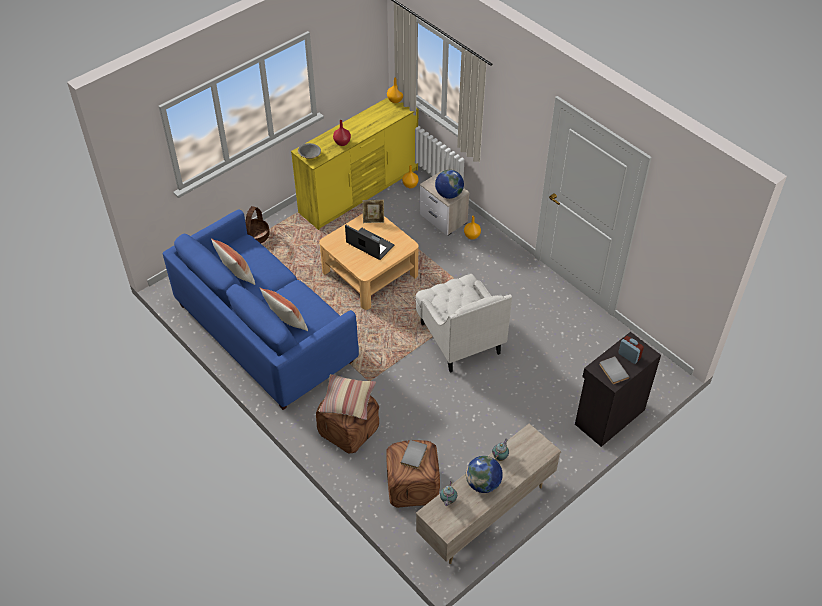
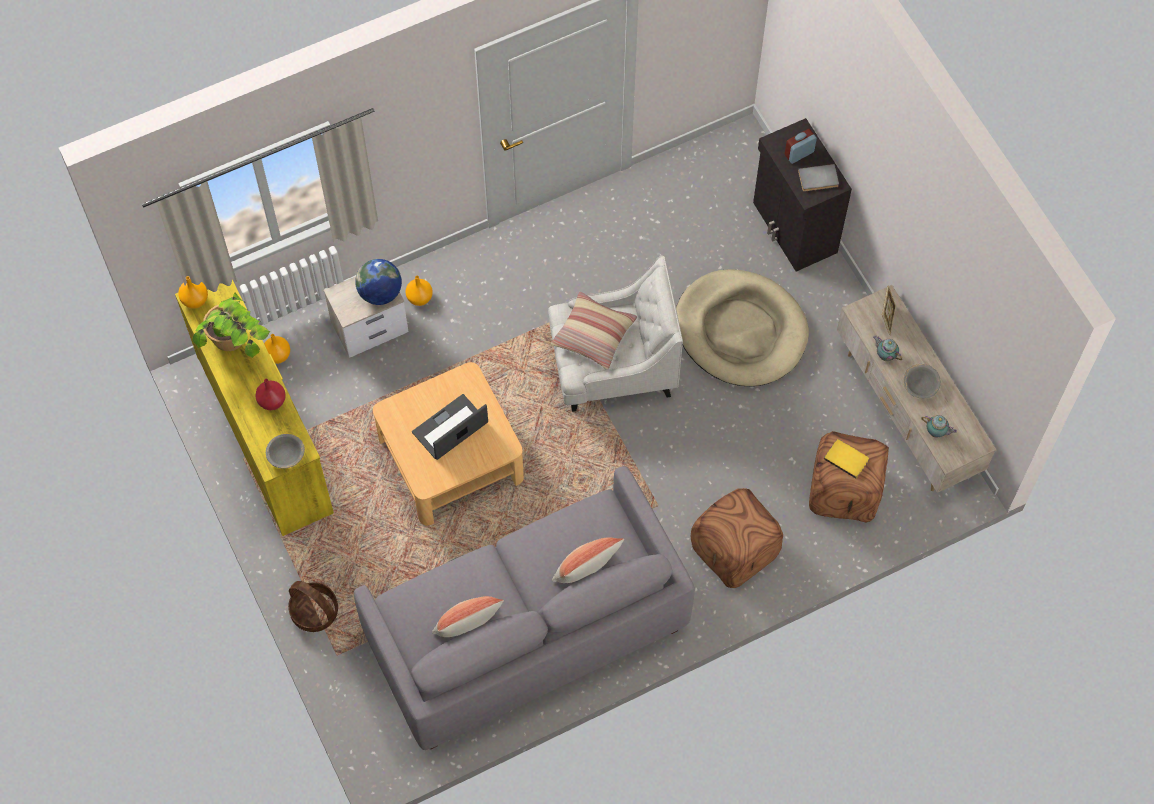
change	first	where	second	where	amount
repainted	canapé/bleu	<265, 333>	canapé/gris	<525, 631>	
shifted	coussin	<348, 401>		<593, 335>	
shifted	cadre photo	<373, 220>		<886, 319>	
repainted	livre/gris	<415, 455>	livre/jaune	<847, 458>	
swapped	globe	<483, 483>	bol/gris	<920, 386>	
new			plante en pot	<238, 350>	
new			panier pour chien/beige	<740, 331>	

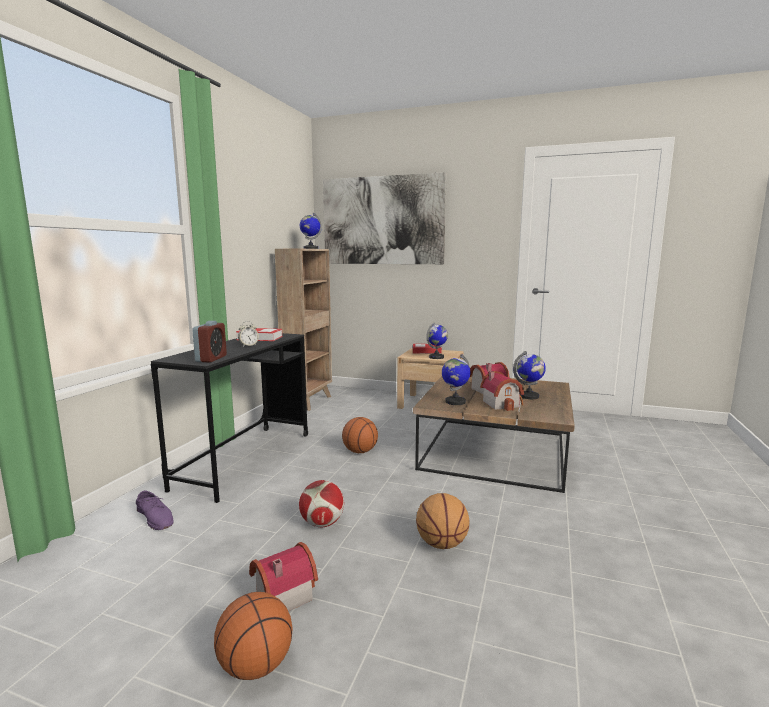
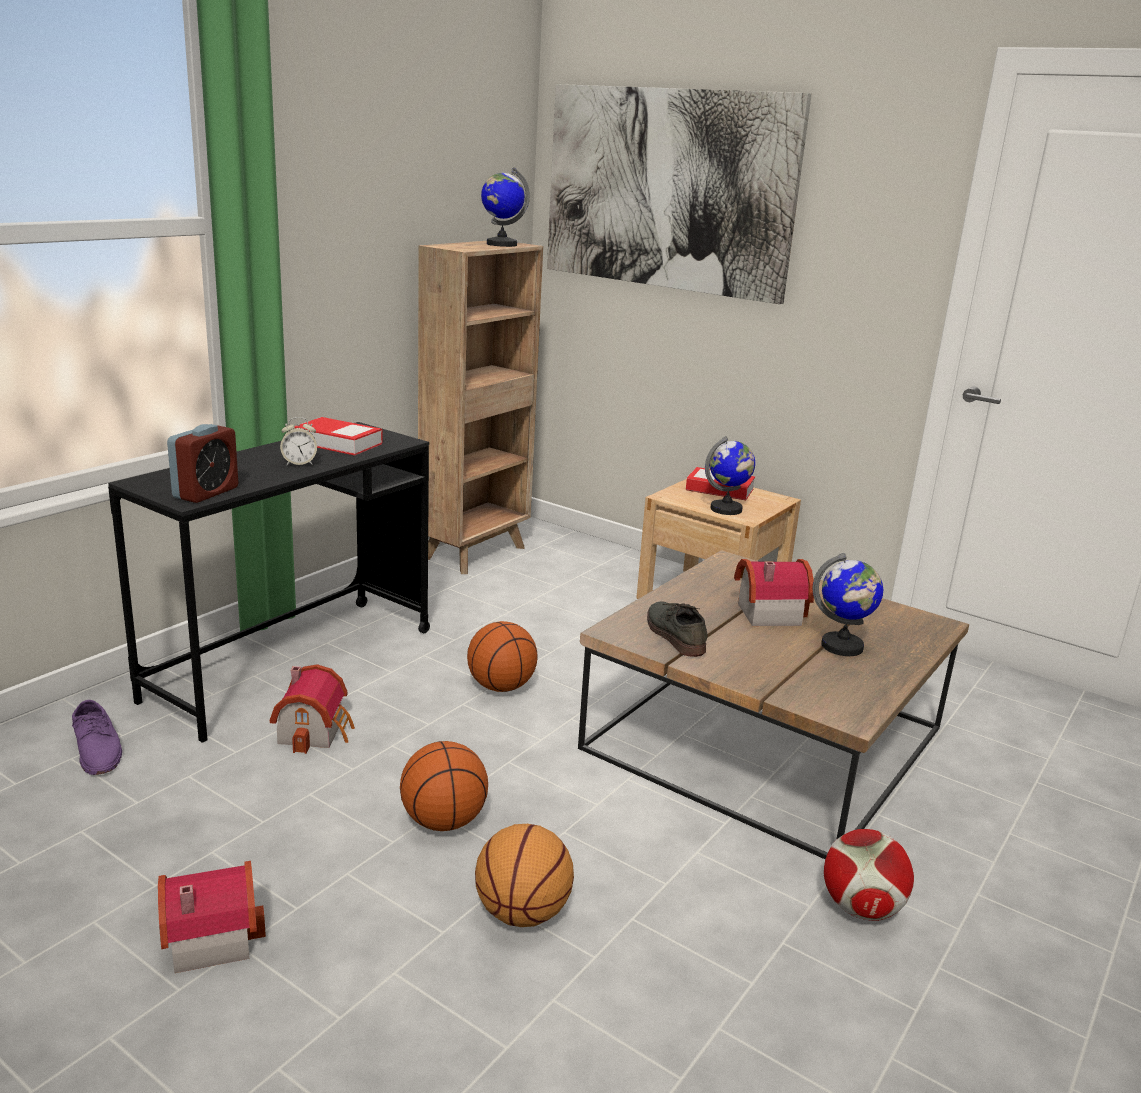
change	first	where	second	where	amount
shifted	ballon de basket	<255, 665>		<443, 821>	
shifted	ballon de foot	<322, 523>		<861, 908>	
swapped	globe	<455, 402>	chaussure/gris	<673, 634>	
shifted	maison miniature	<502, 403>		<315, 731>	

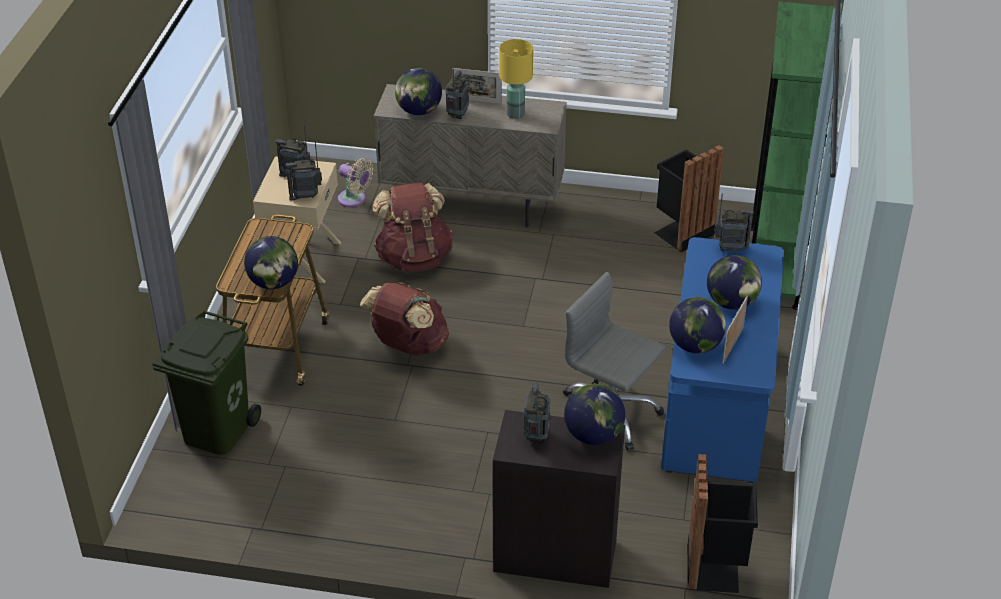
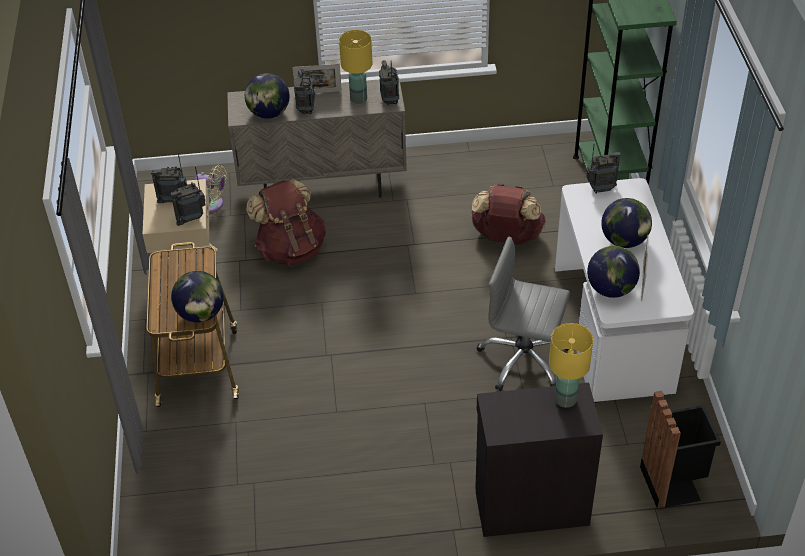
change	first	where	second	where	amount
gone	poubelle/vert	<215, 430>			
shifted	sac à dos/marron	<408, 345>		<506, 237>	
shifted	radio	<536, 436>		<390, 101>	
swapped	globe	<593, 435>	lampe de table/jaune	<566, 400>	
gone	poubelle/noir	<682, 232>			
repainted	bureau/bleu	<718, 407>	bureau/blanc	<613, 330>	

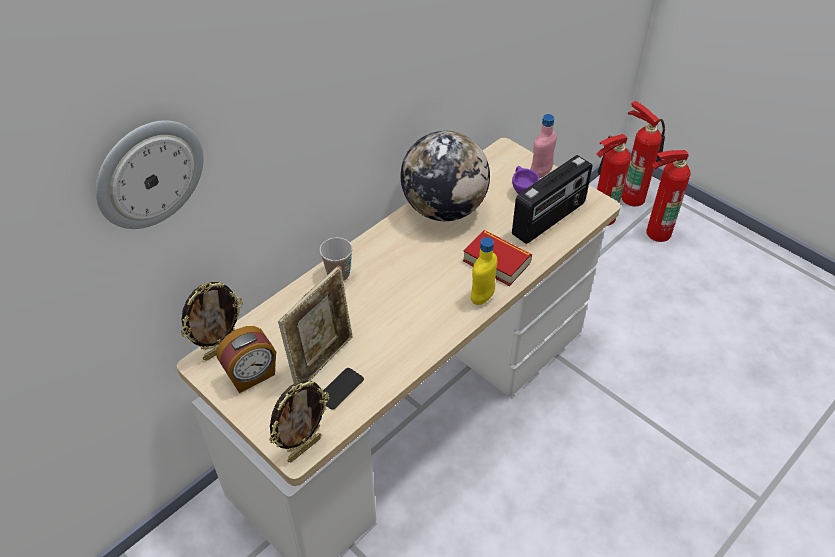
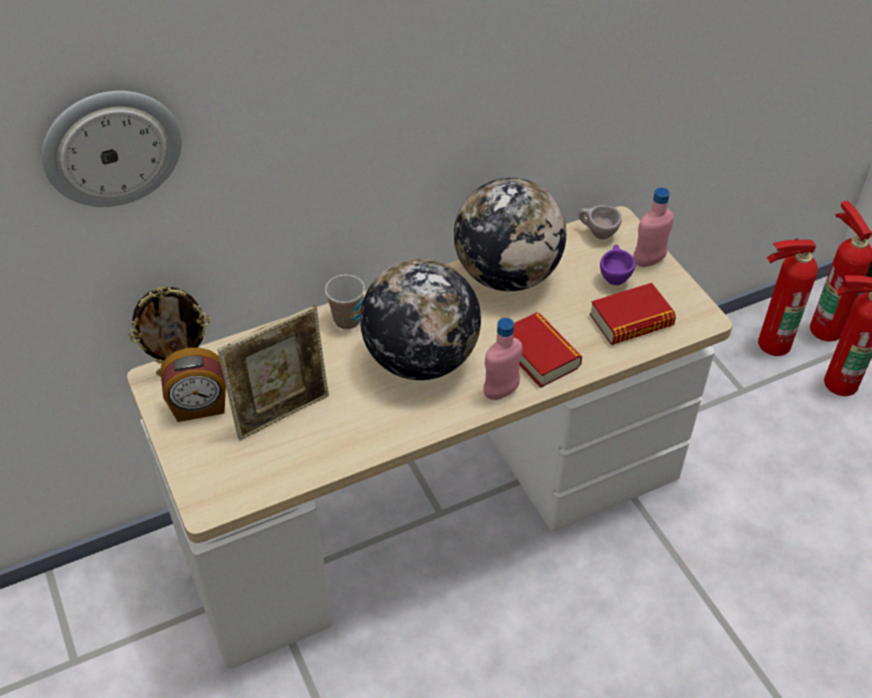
change	first	where	second	where	amount
gone	cadre photo	<304, 448>			
gone	téléphone	<340, 389>			
repainted	bouteille/jaune	<482, 297>	bouteille/rose	<501, 392>	
swapped	radio	<549, 219>	livre	<631, 320>	
new			globe	<420, 359>	
new			tasse/beige	<597, 234>	

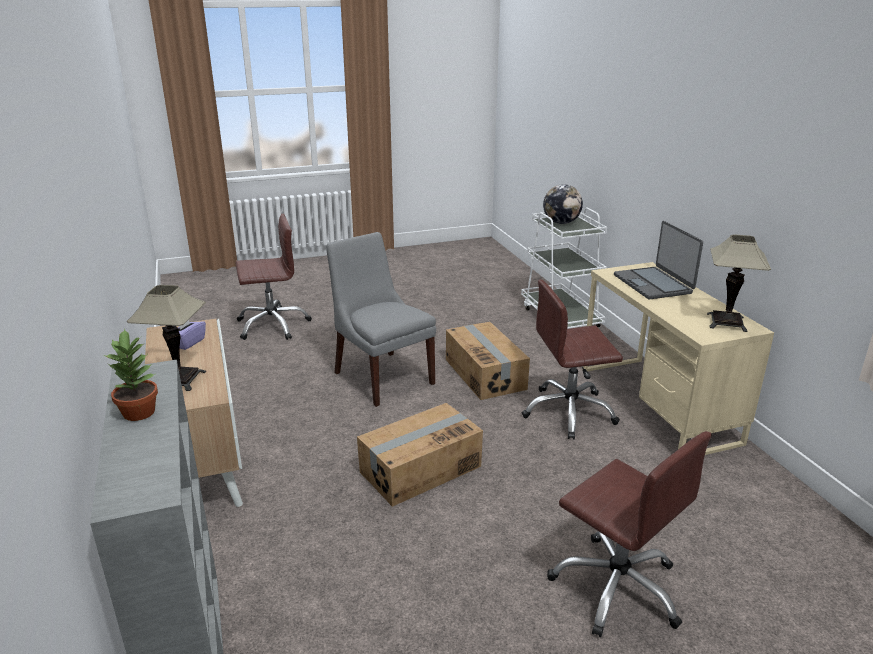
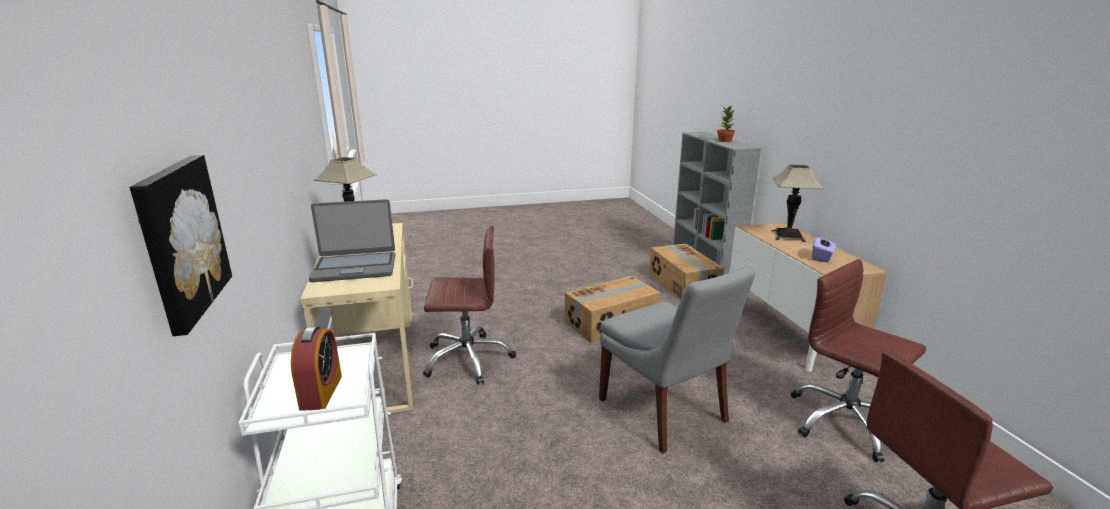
change	first	where	second	where	amount
shifted	carton	<485, 374>		<682, 284>	
swapped	globe	<561, 223>	réveil	<321, 392>	
shifted	chaise de bureau/marron	<617, 587>		<844, 422>	
rotated	ordinateur portable	<653, 284>		<355, 267>	90 degrees clockwise
new			tableau	<180, 239>	

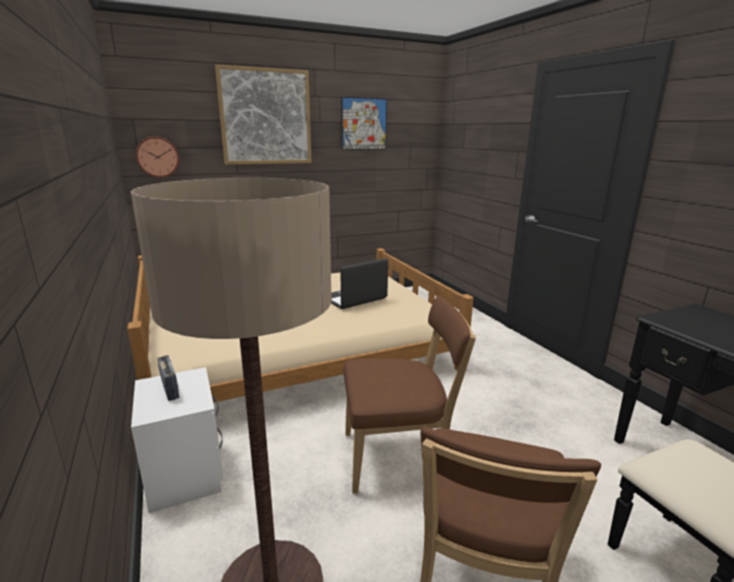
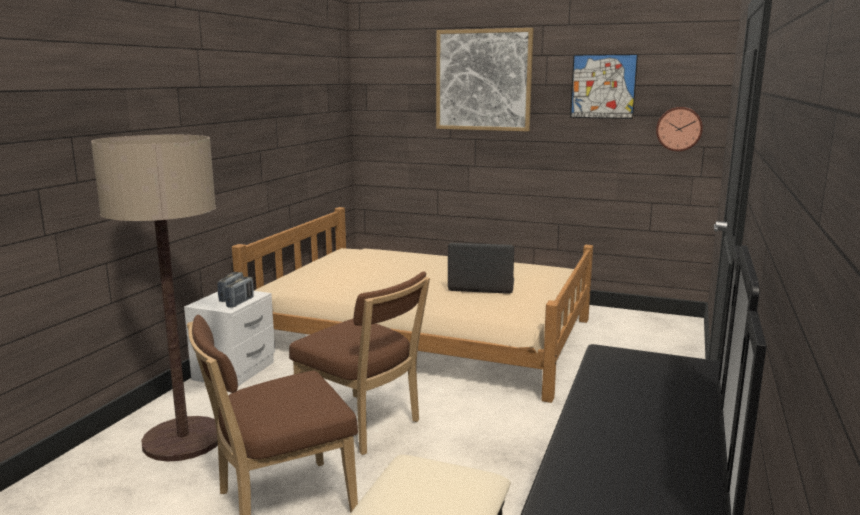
change	first	where	second	where	amount
shifted	horloge murale	<157, 157>		<679, 129>	
new			radio	<240, 302>	

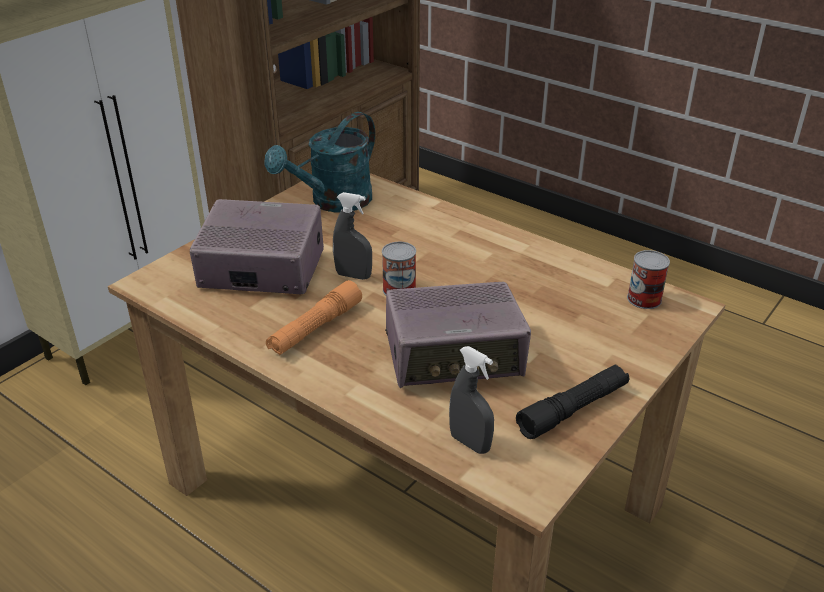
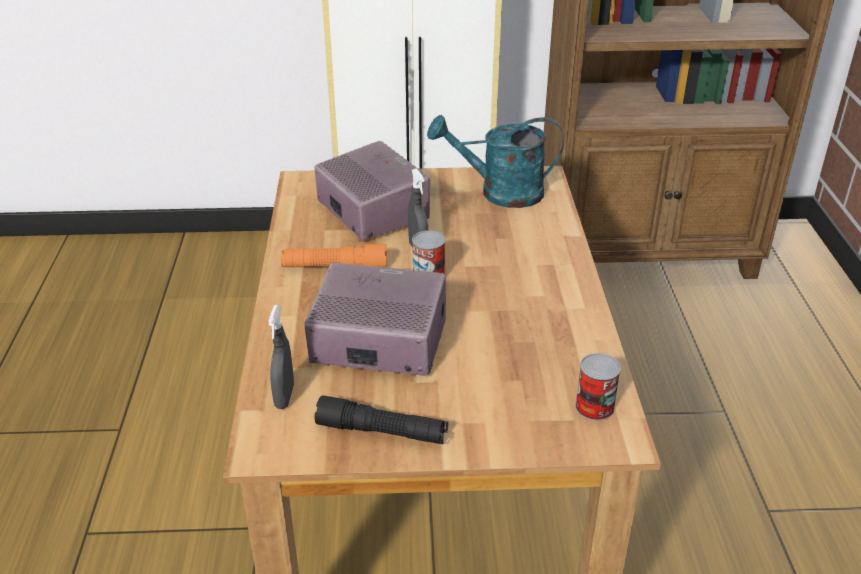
change	first	where	second	where	amount
rotated	radio	<455, 356>		<378, 342>	150 degrees clockwise

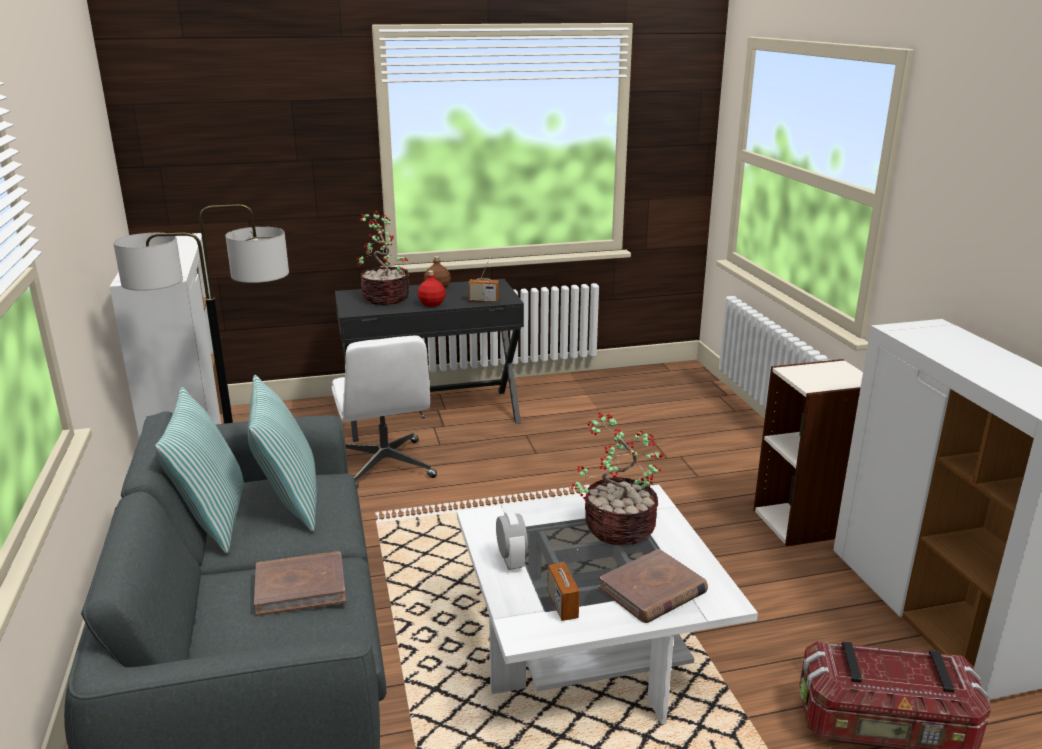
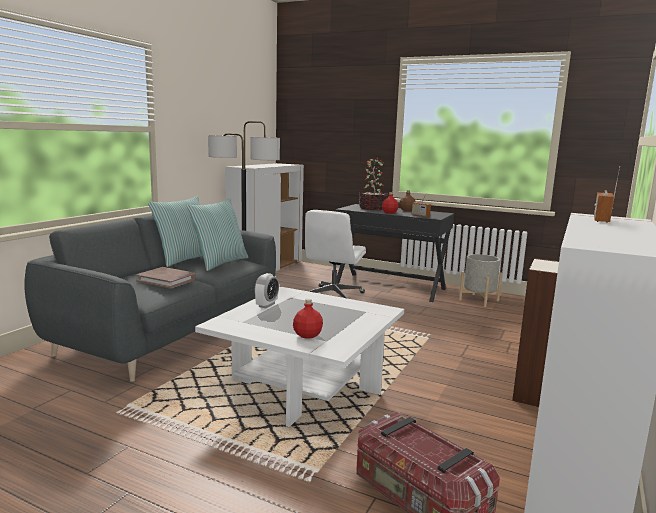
change	first	where	second	where	amount
shifted	radio	<562, 605>		<601, 220>	
gone	plante en pot	<617, 528>			
swapped	livre/marron	<653, 590>	bouteille/rouge	<307, 335>	
new			cache-pot/gris	<479, 300>	

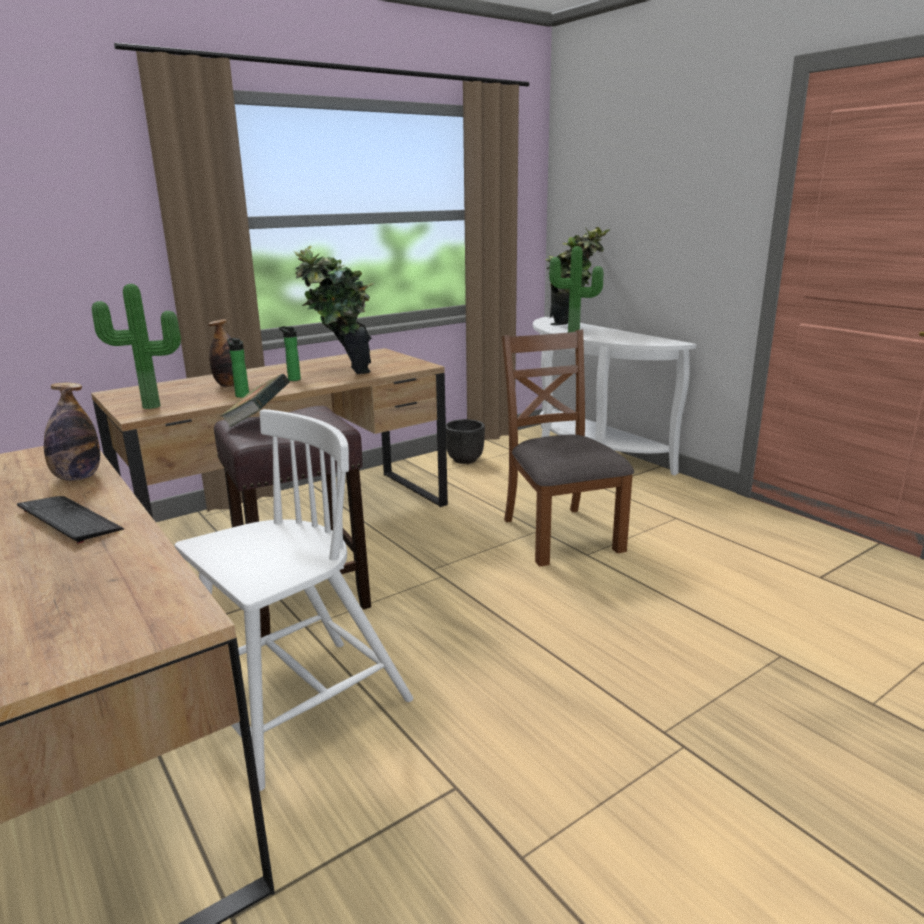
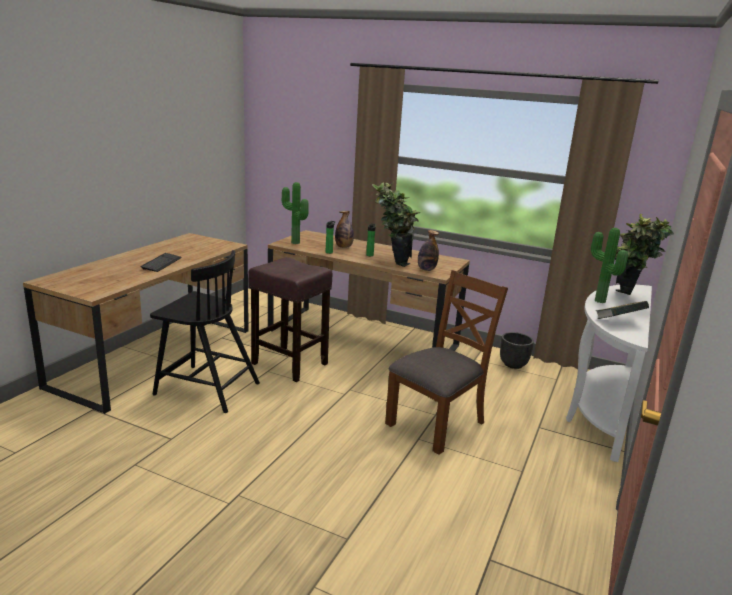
change	first	where	second	where	amount
shifted	bouteille	<77, 478>		<426, 269>	
repainted	chaise/blanc	<300, 709>	chaise/noir	<205, 388>	
shifted	livre	<258, 420>		<618, 322>	

